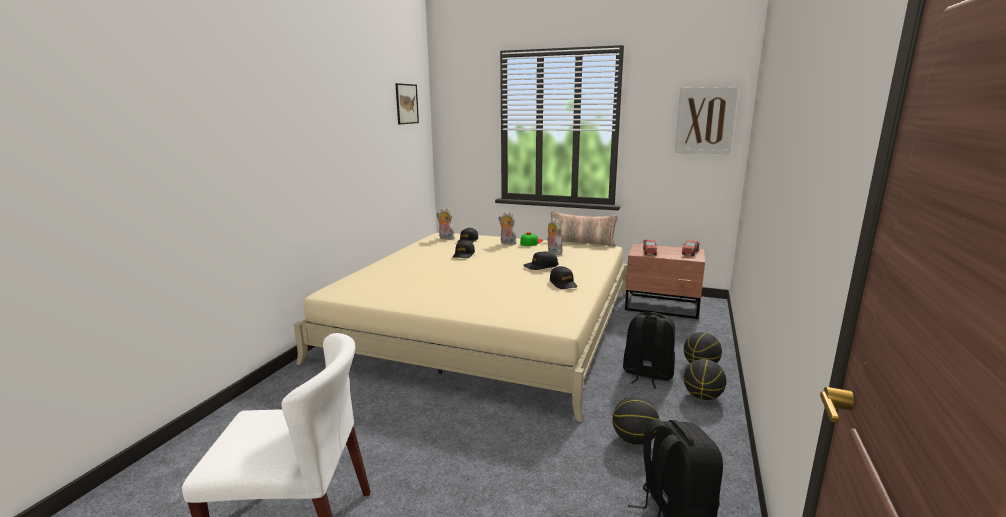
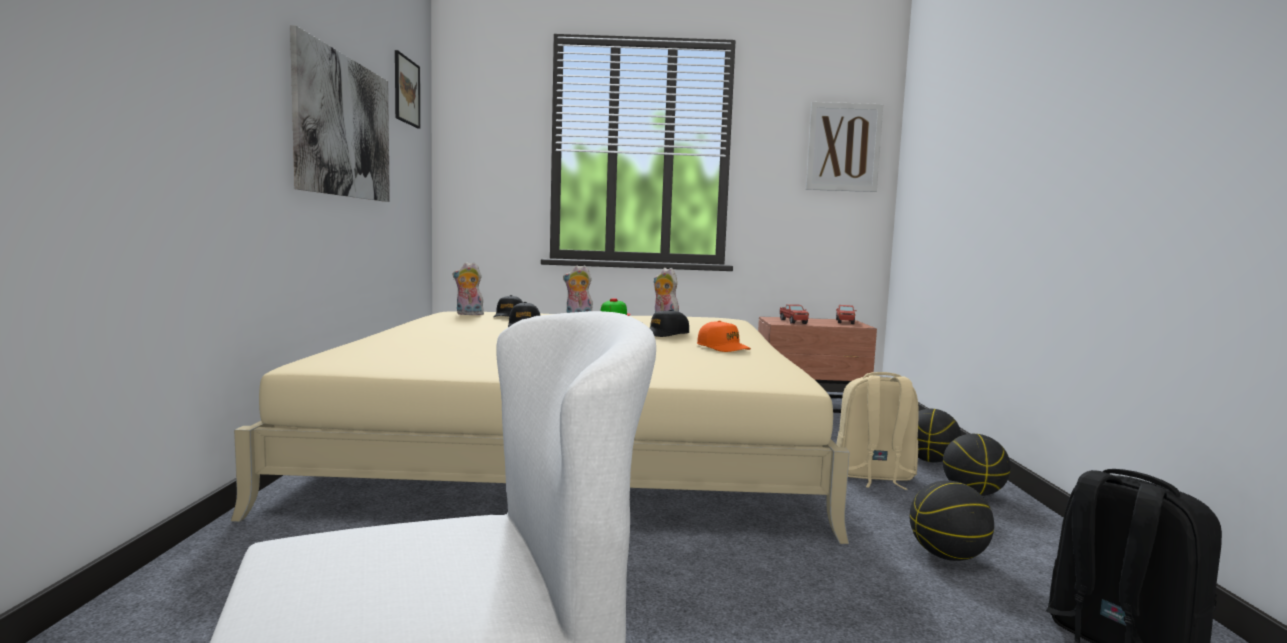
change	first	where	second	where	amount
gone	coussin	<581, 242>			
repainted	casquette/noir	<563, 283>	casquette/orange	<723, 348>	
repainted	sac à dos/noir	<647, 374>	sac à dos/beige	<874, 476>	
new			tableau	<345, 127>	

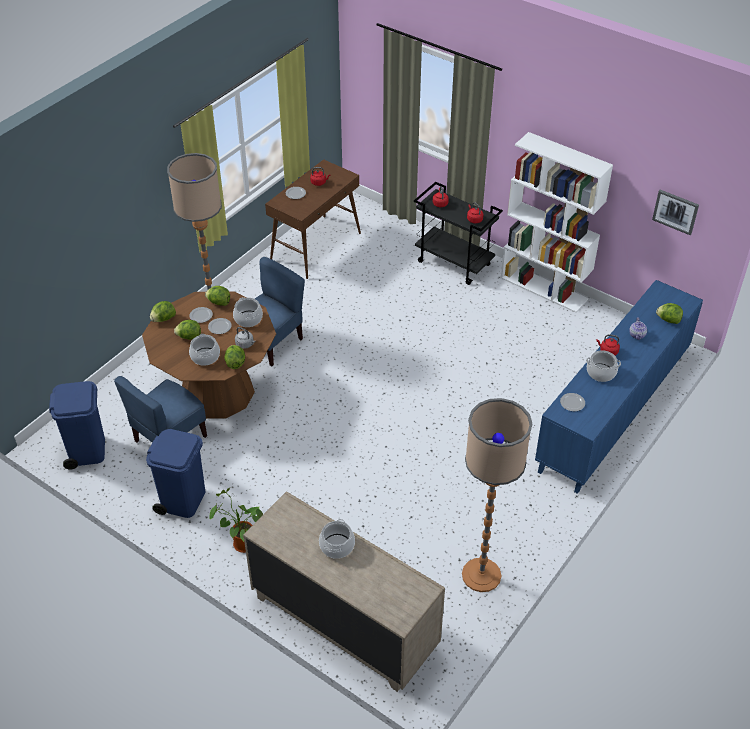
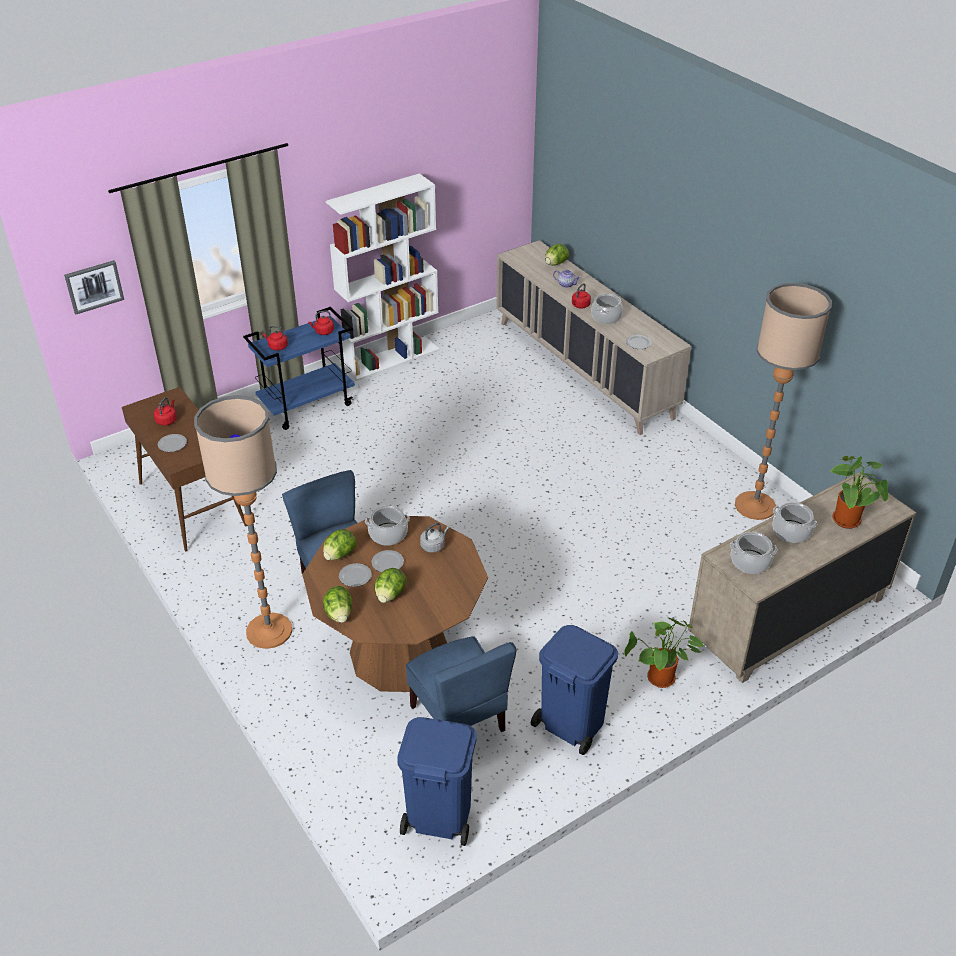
change	first	where	second	where	amount
shifted	marmite	<205, 356>		<750, 562>	
gone	laitue	<235, 363>			
repainted	chariot/noir	<454, 263>	chariot/bleu	<307, 405>	
repainted	meuble de rangement/bleu	<613, 411>	meuble de rangement/beige	<583, 368>	
shifted	tableau	<675, 211>		<94, 286>	
new			plante en pot	<848, 522>	

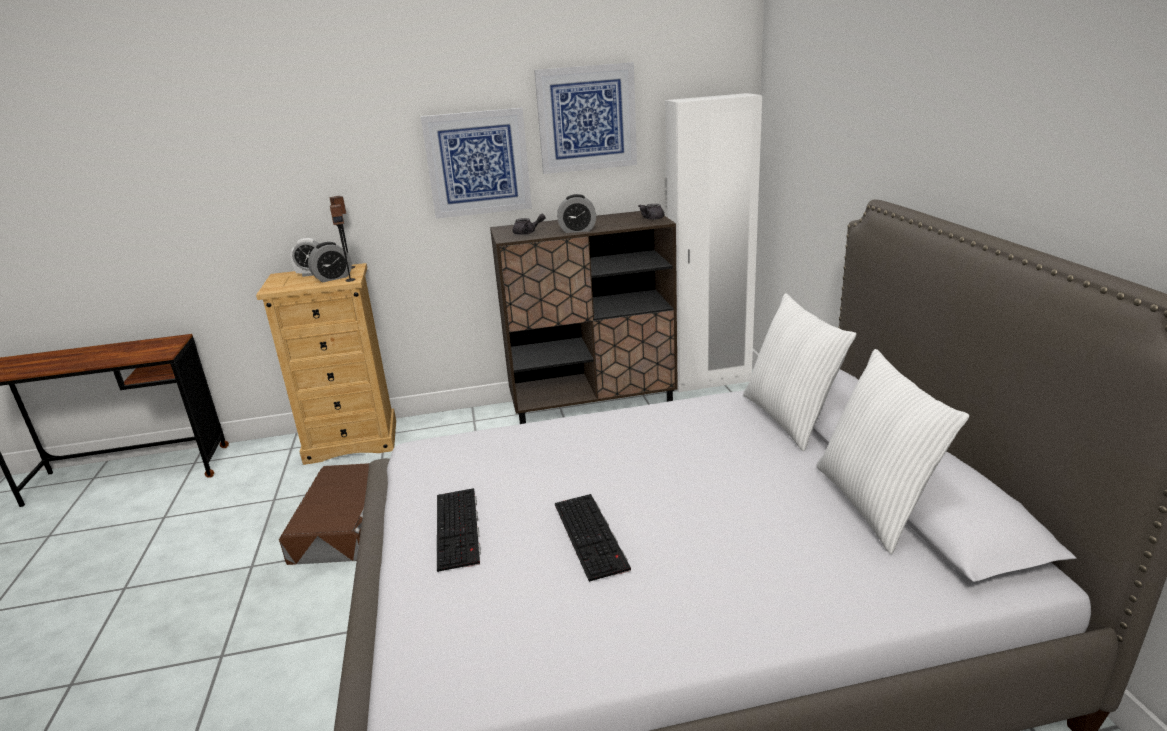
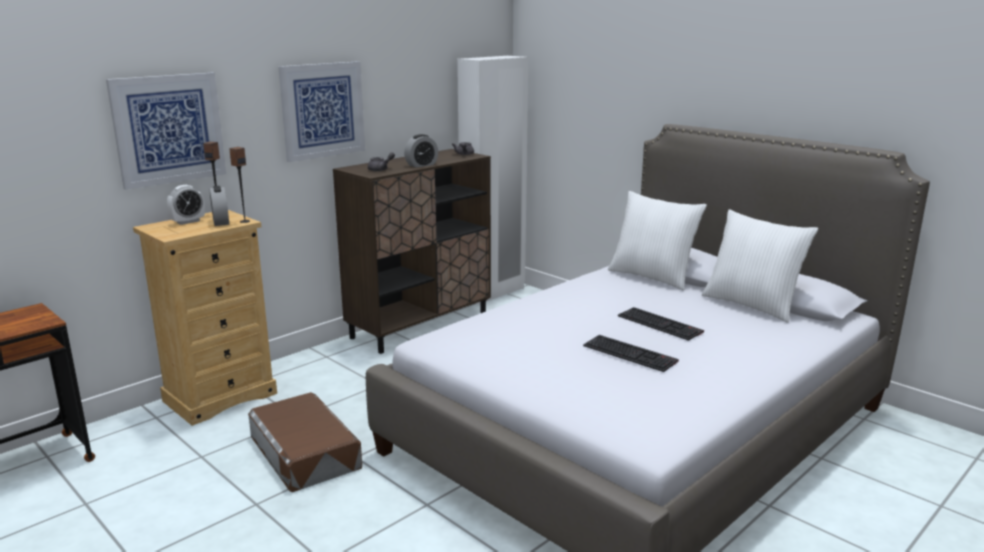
change	first	where	second	where	amount
rotated	réveil	<333, 278>		<221, 222>	135 degrees clockwise
shifted	clavier	<459, 528>		<661, 324>	
shifted	tableau	<586, 118>		<168, 129>	

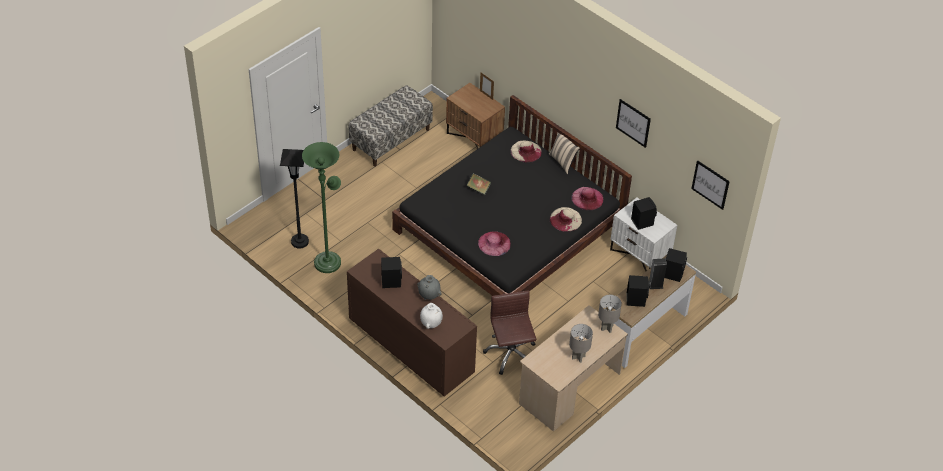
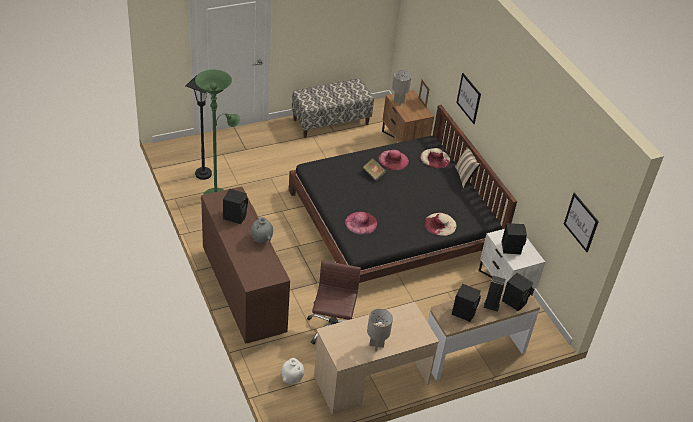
change	first	where	second	where	amount
shifted	vase/blanc	<431, 323>		<292, 379>	
shifted	chapeau/rose	<587, 198>		<393, 160>	
shifted	lampe de table/gris	<606, 328>		<398, 102>	
shifted	tableau	<633, 123>		<468, 98>	

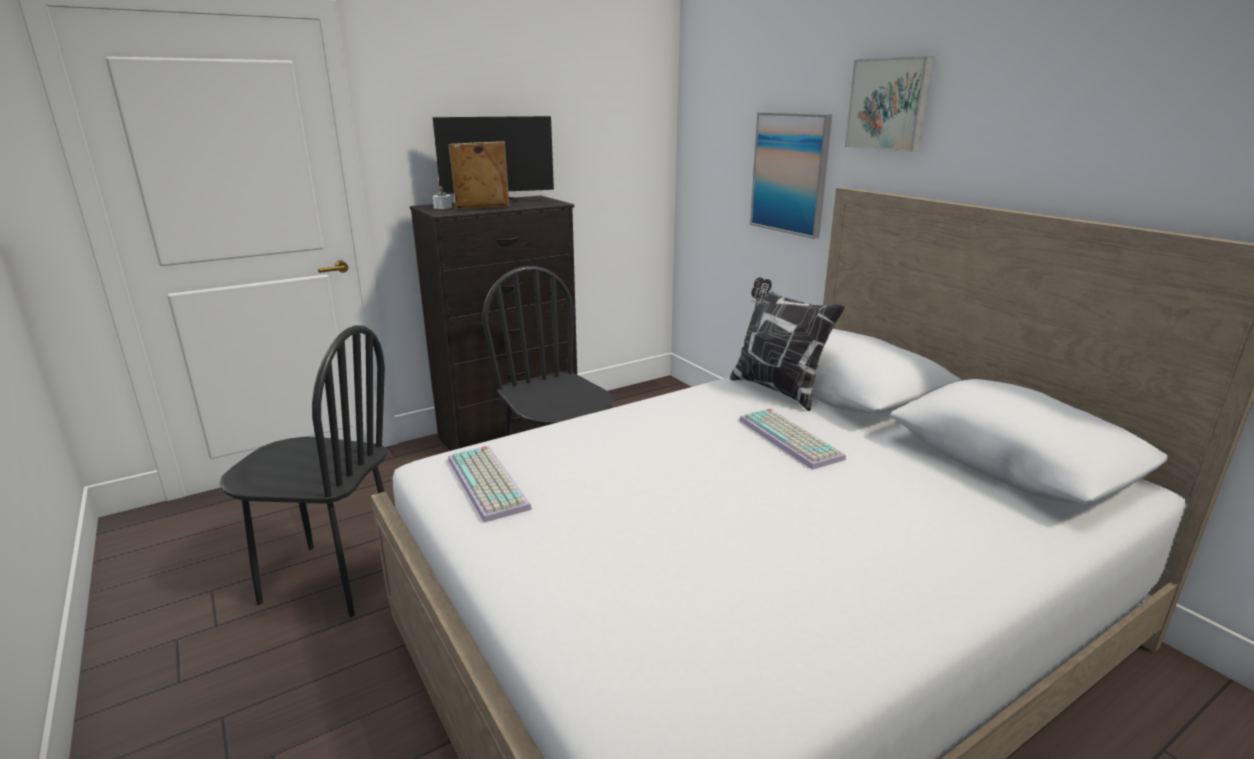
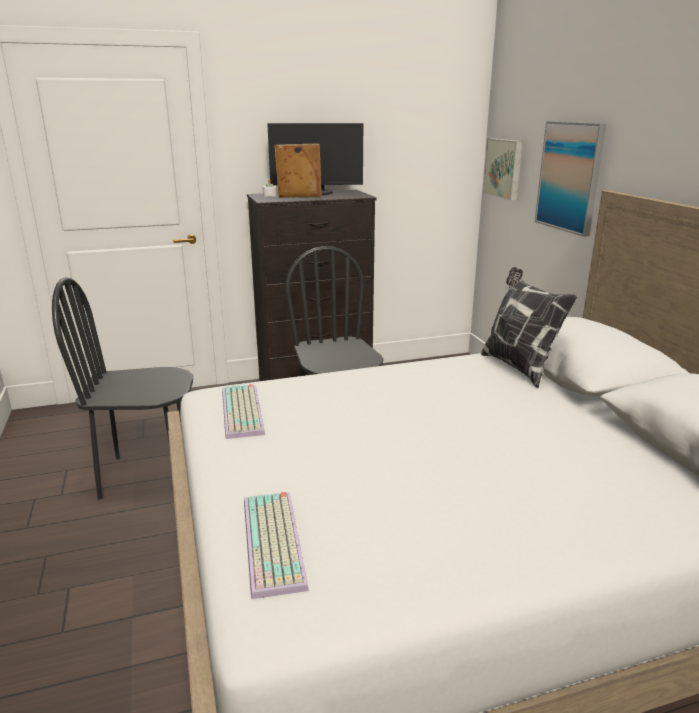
change	first	where	second	where	amount
rotated	chaise/noir	<331, 578>		<146, 474>	150 degrees clockwise
shifted	clavier	<792, 439>		<276, 543>	
shifted	tableau	<889, 104>		<504, 168>	

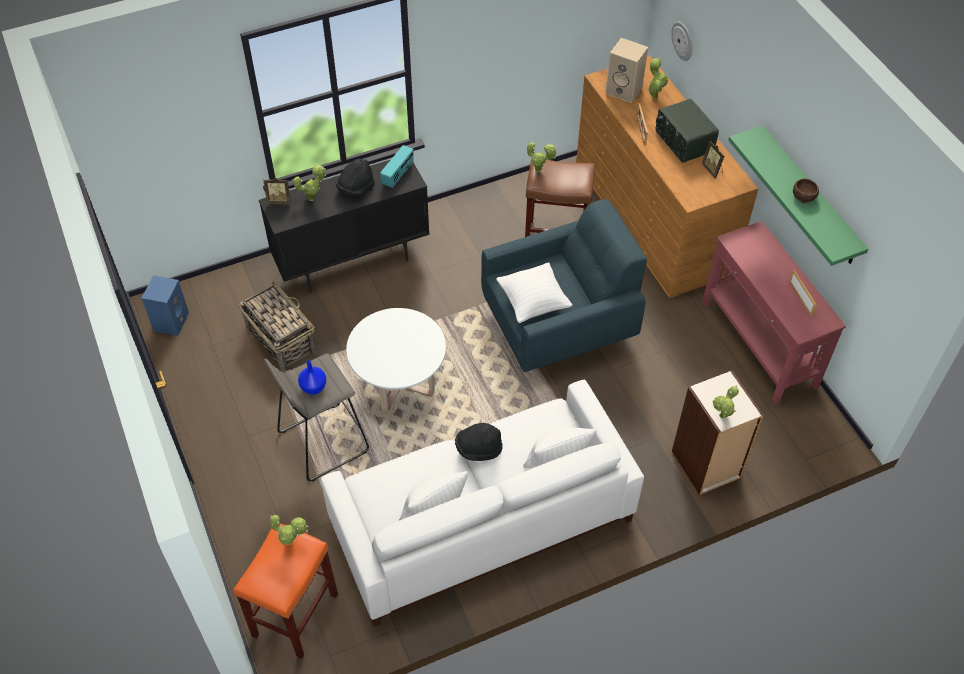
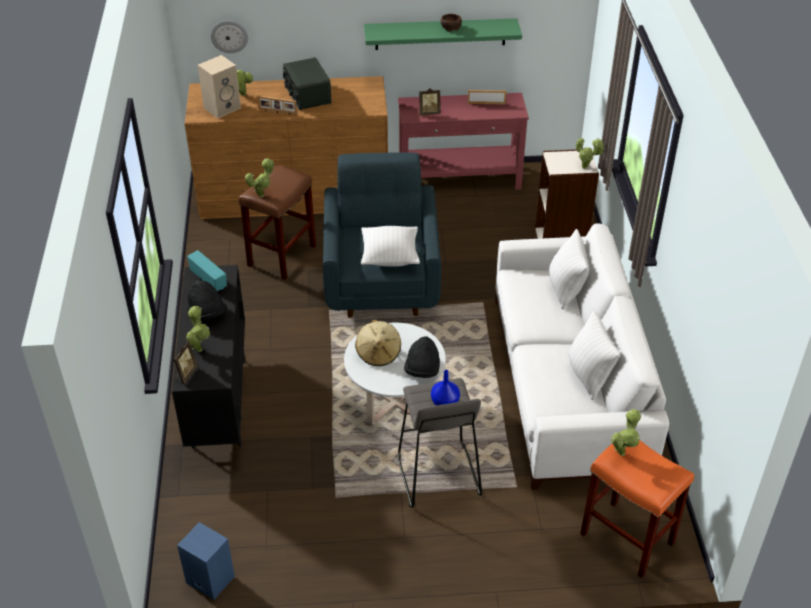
change	first	where	second	where	amount
gone	panier	<281, 340>			
shifted	chapeau/noir	<478, 448>		<422, 370>	
rotated	radio	<683, 142>		<307, 95>	75 degrees clockwise
shifted	cadre photo	<712, 170>		<429, 113>	
new			chapeau/beige	<378, 353>	

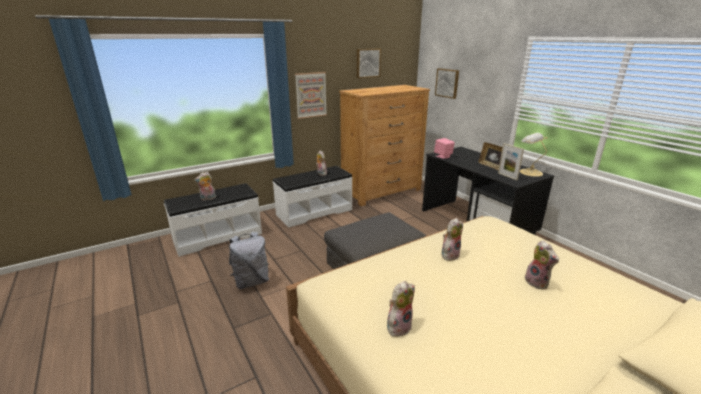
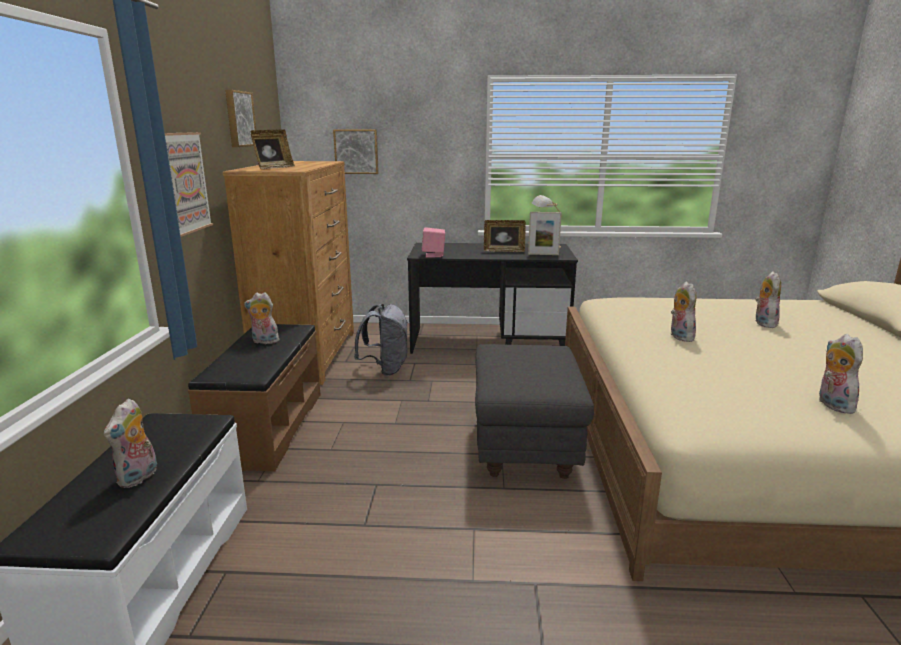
change	first	where	second	where	amount
shifted	sac à dos/gris	<251, 281>		<385, 369>	
repainted	banc/blanc	<314, 212>	banc/marron	<266, 427>	
rotated	peluche	<538, 283>		<763, 323>	90 degrees counterclockwise
new			cadre photo	<273, 168>	

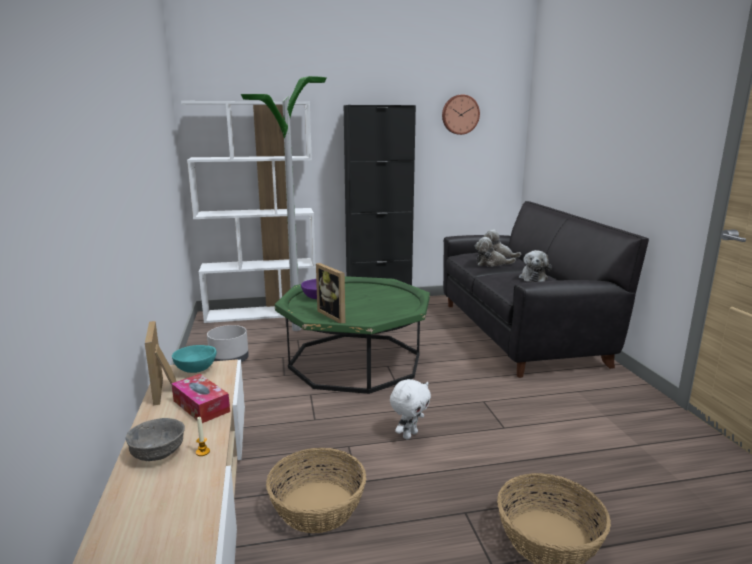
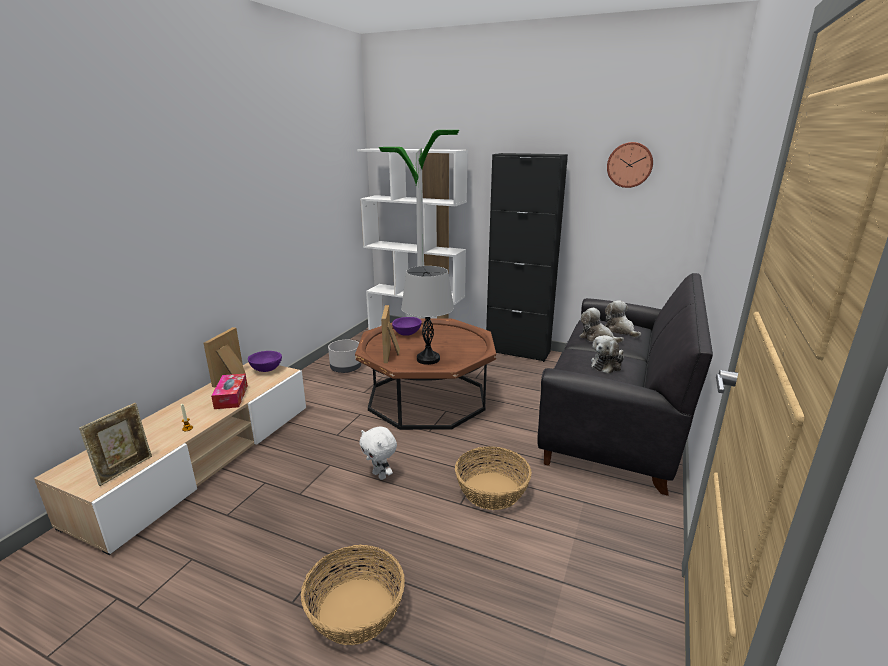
change	first	where	second	where	amount
gone	bol/gris	<157, 455>			
repainted	bol/turquoise	<195, 370>	bol/violet	<266, 369>	
shifted	panier	<318, 506>		<492, 490>	
repainted	table basse/vert	<355, 361>	table basse/marron	<427, 398>	
rotated	peluche/blanc	<409, 435>		<380, 475>	60 degrees clockwise
new			cadre photo	<125, 469>	
new			lampe de table/gris	<428, 359>	

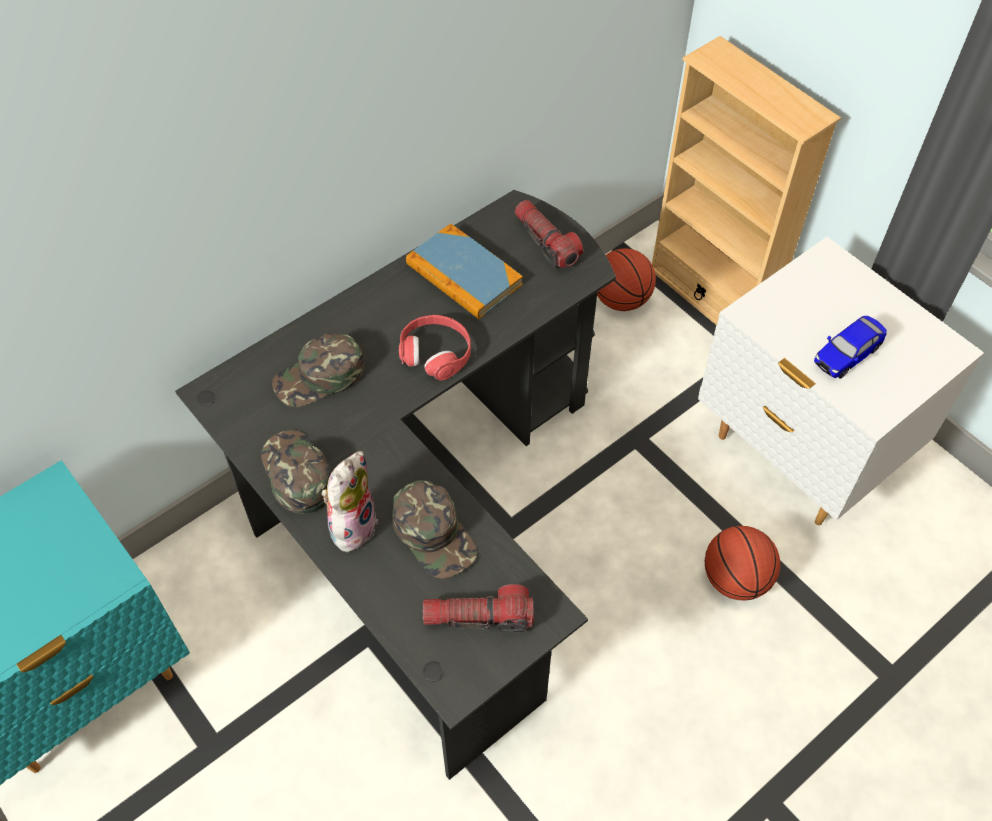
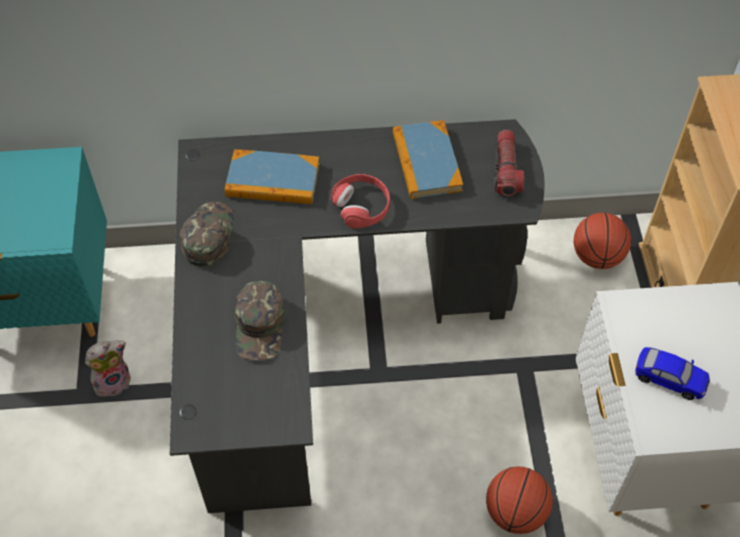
change	first	where	second	where	amount
swapped	casquette/vert	<320, 377>	livre	<273, 180>	
shifted	peluche	<352, 524>		<113, 381>	
gone	lampe de poche	<478, 617>			
rotated	petite voiture	<846, 355>		<669, 379>	150 degrees counterclockwise

